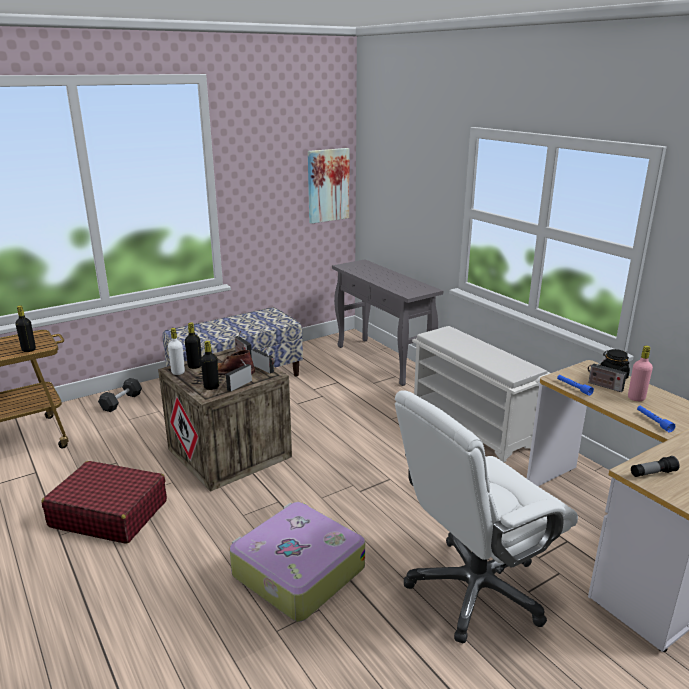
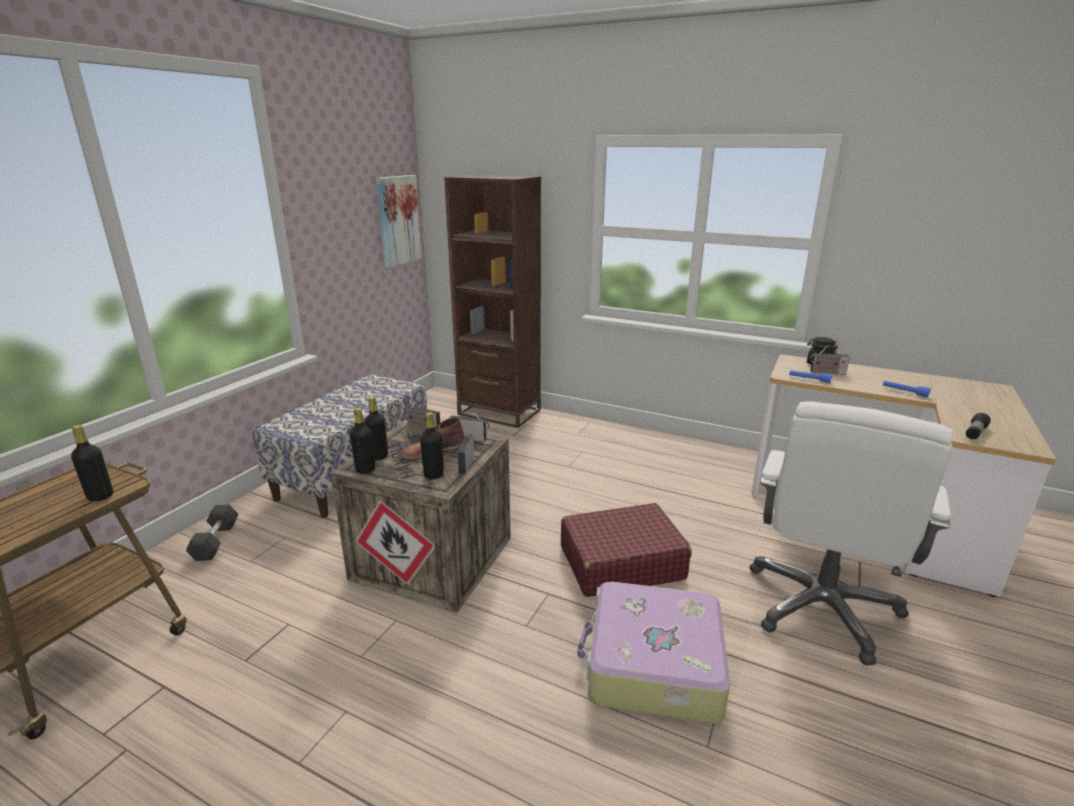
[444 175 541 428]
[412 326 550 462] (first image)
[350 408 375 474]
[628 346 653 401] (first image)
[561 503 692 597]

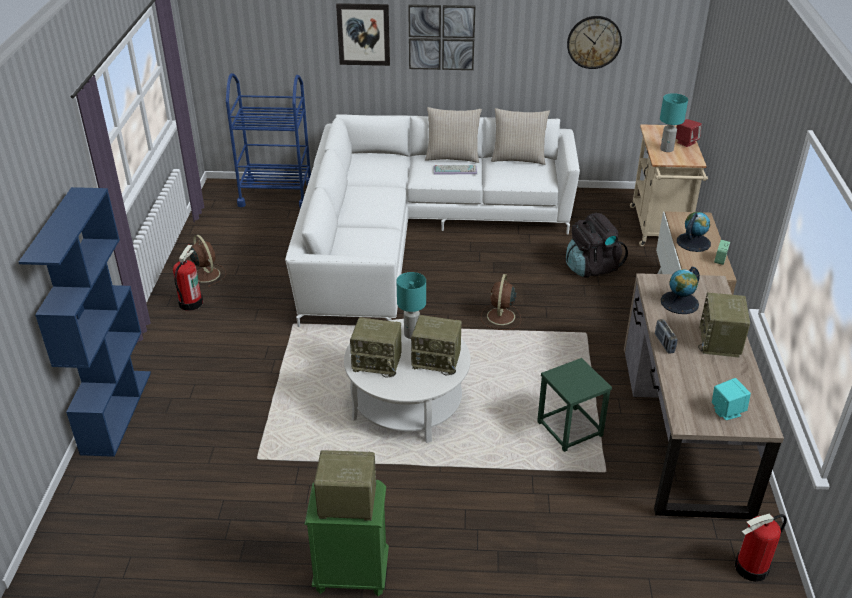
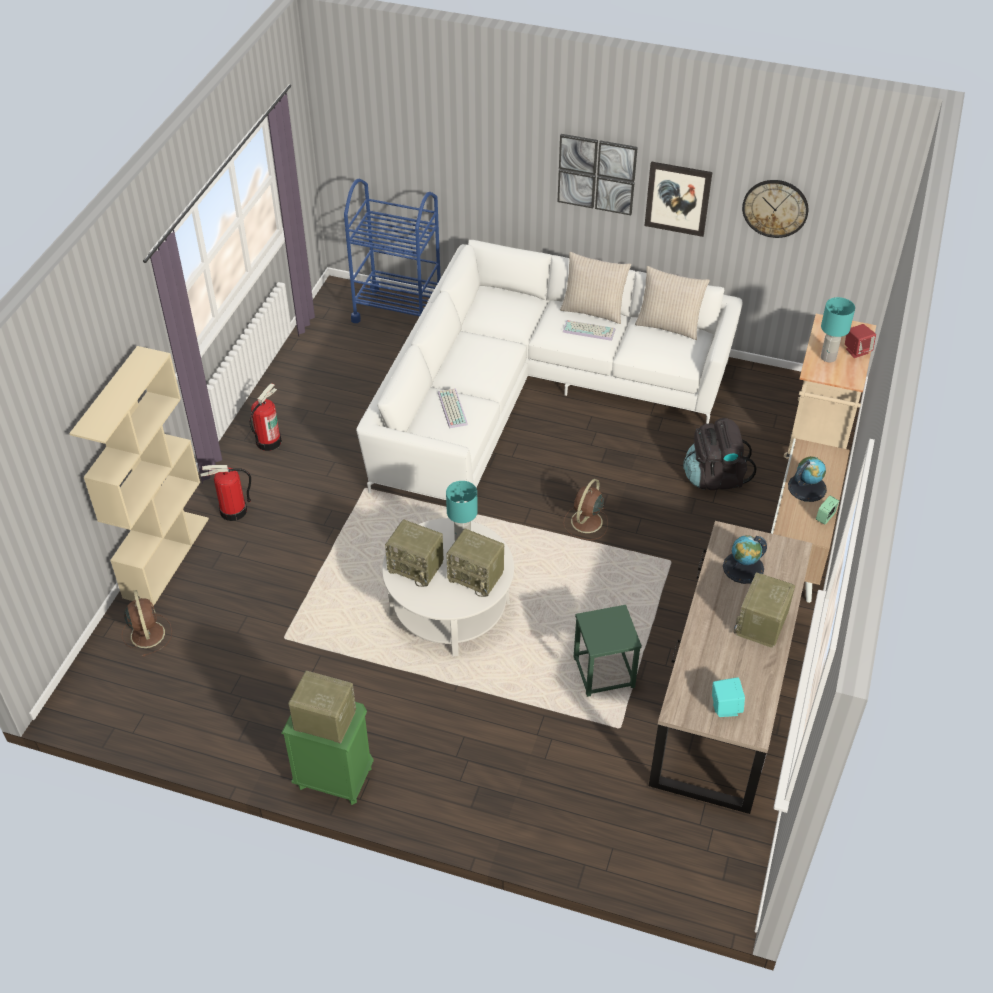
[645 161 712 237]
[69 346 209 606]
[122 590 172 657]
[655 319 678 353] (first image)
[200 465 251 521]
[438 388 468 428]

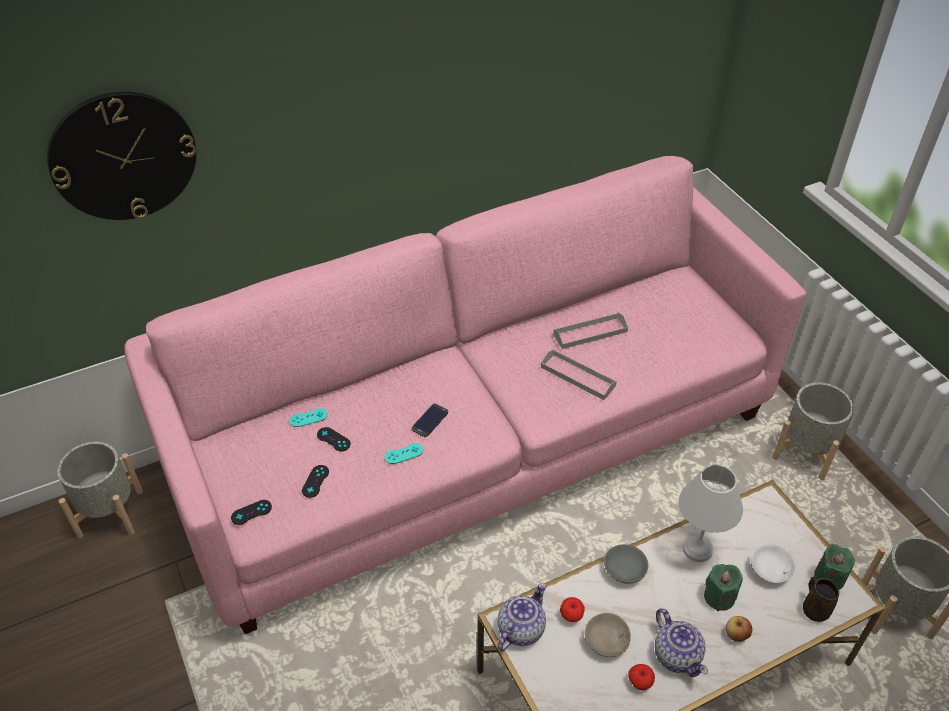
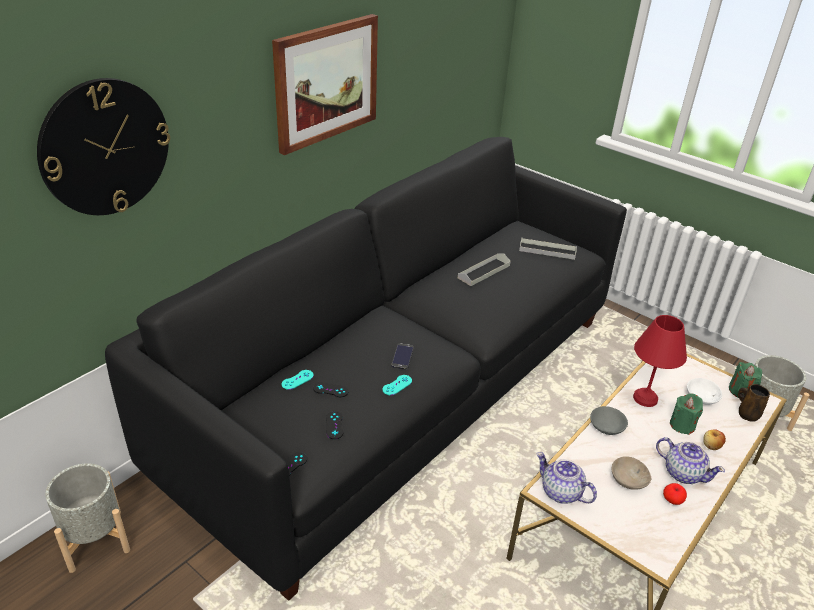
[105 137 627 601]
[519 238 577 260]
[772 382 855 480] (first image)
[633 315 687 407]
[536 452 597 504]
[560 597 585 622] (first image)
[272 14 378 155]

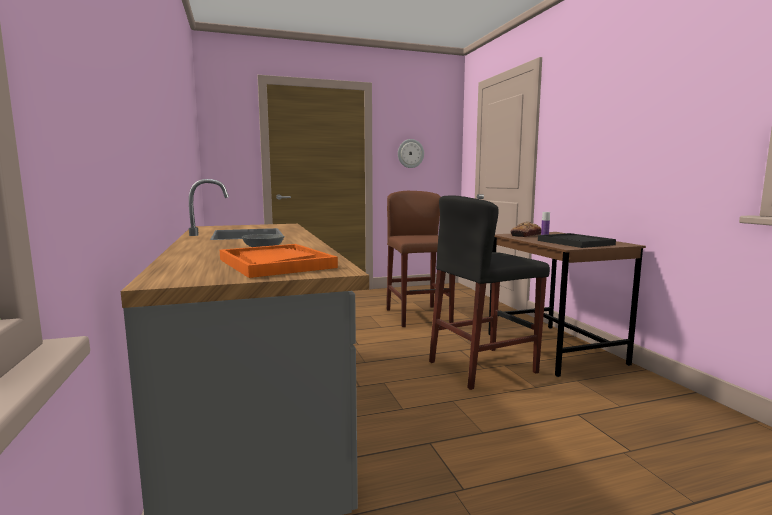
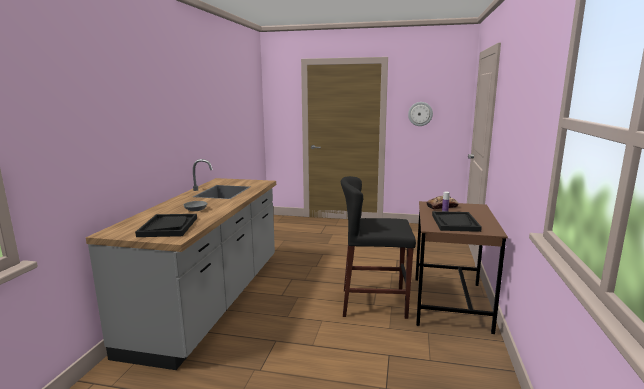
[387 191 455 327] (first image)
[135 214 197 237]

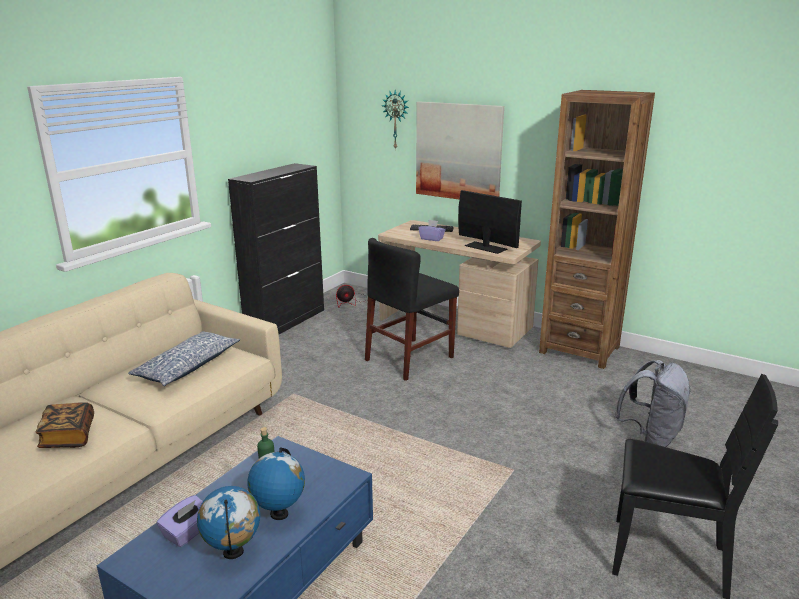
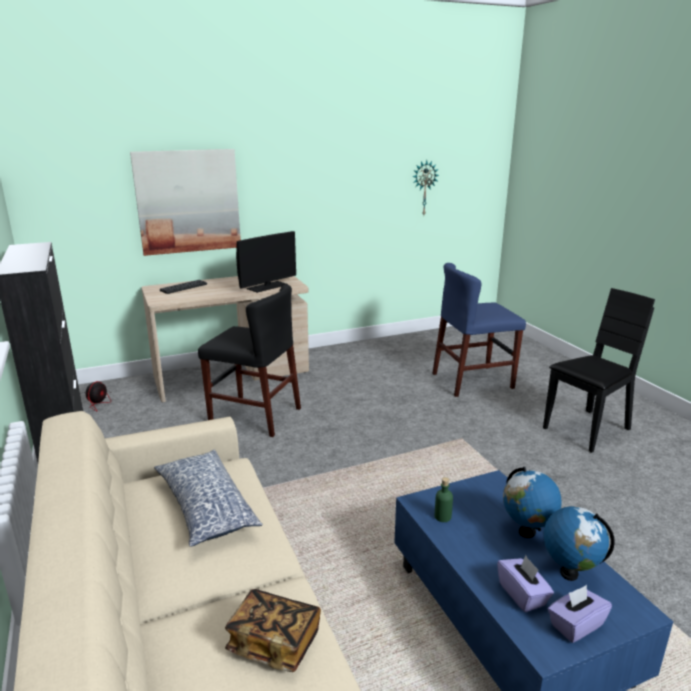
[412 160 439 215]
[539 90 655 369] (first image)
[236 231 296 293]
[548 585 612 643]
[198 284 301 437]
[432 263 526 397]

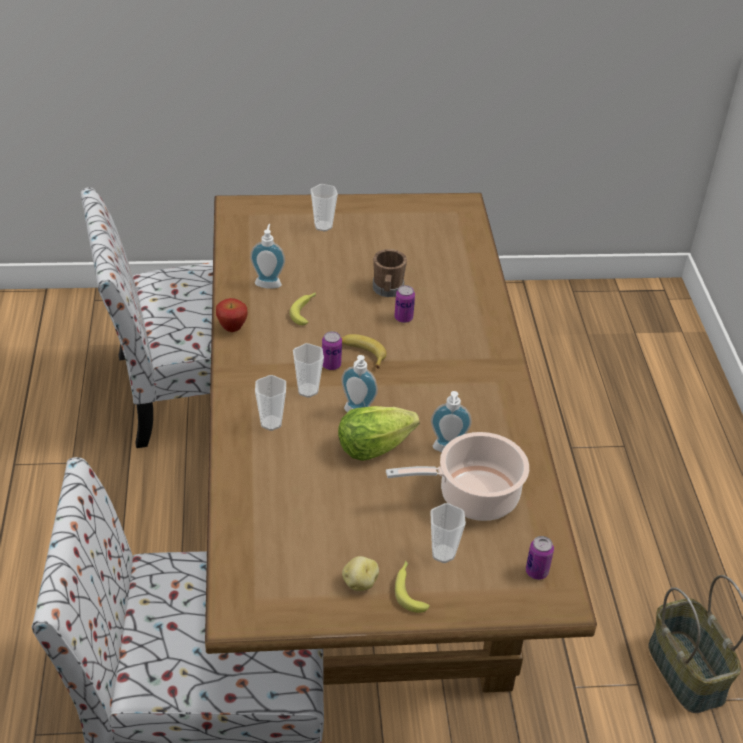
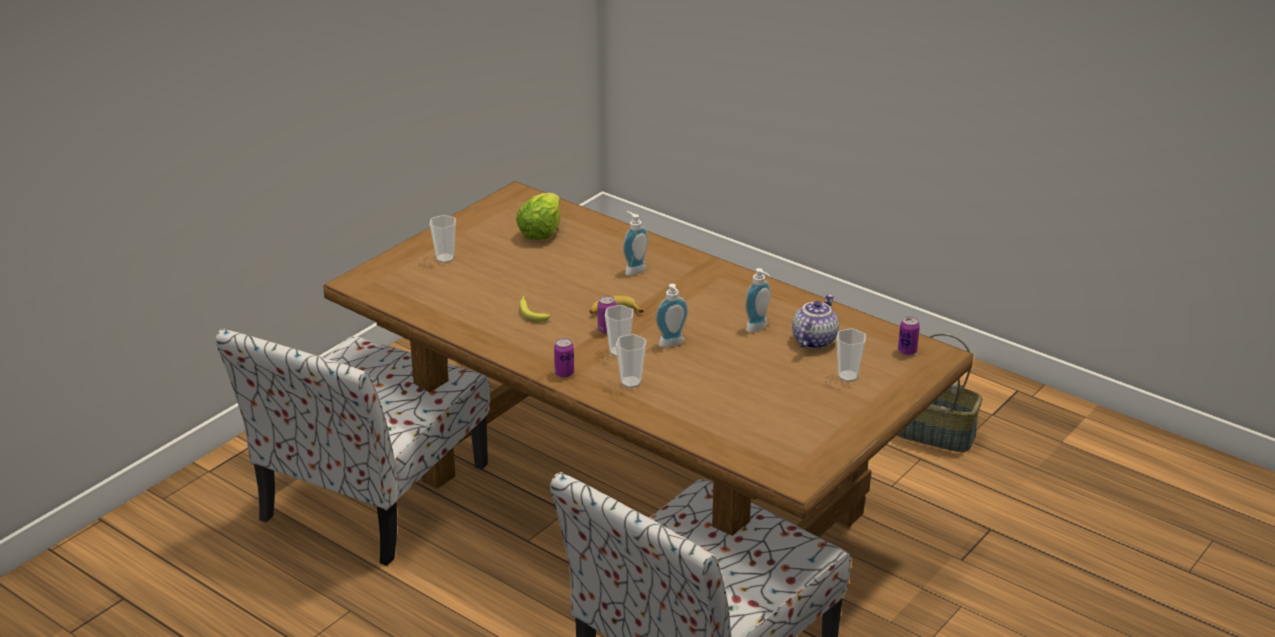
[623 211 648 276]
[373 249 407 297] (first image)
[554 338 574 378]
[216 298 247 332] (first image)
[516 193 560 240]
[792 294 839 349]
[342 556 379 591] (first image)
[395 561 430 613] (first image)

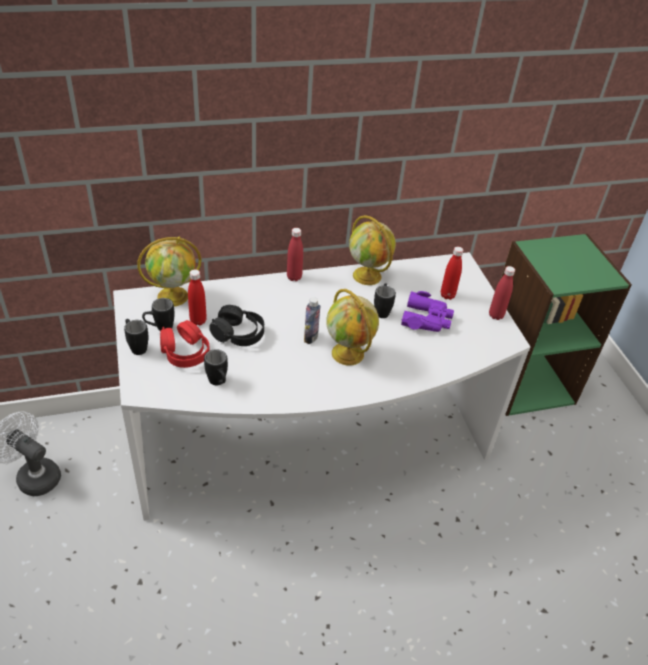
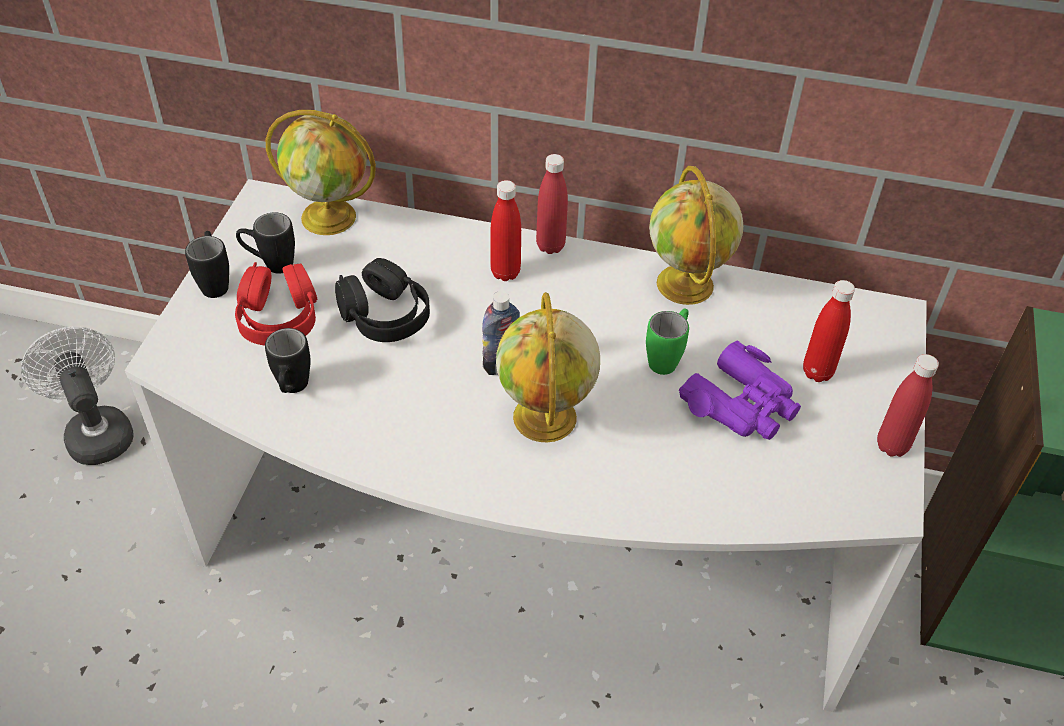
[490 180 521 281]
[646 309 689 375]

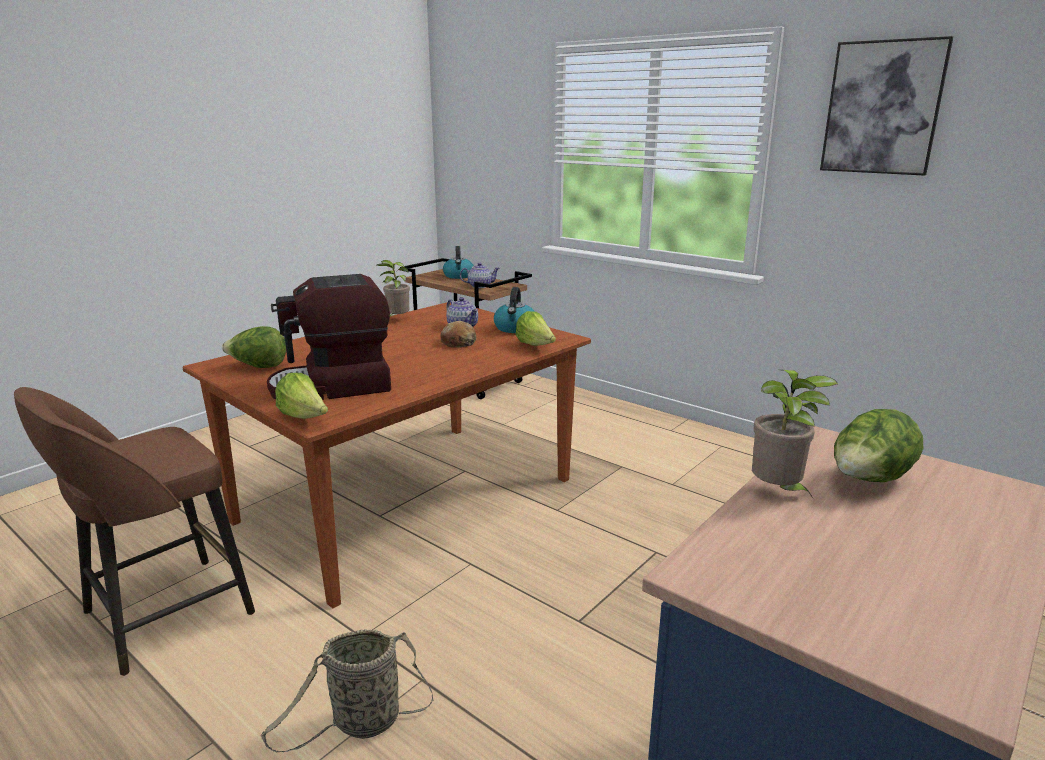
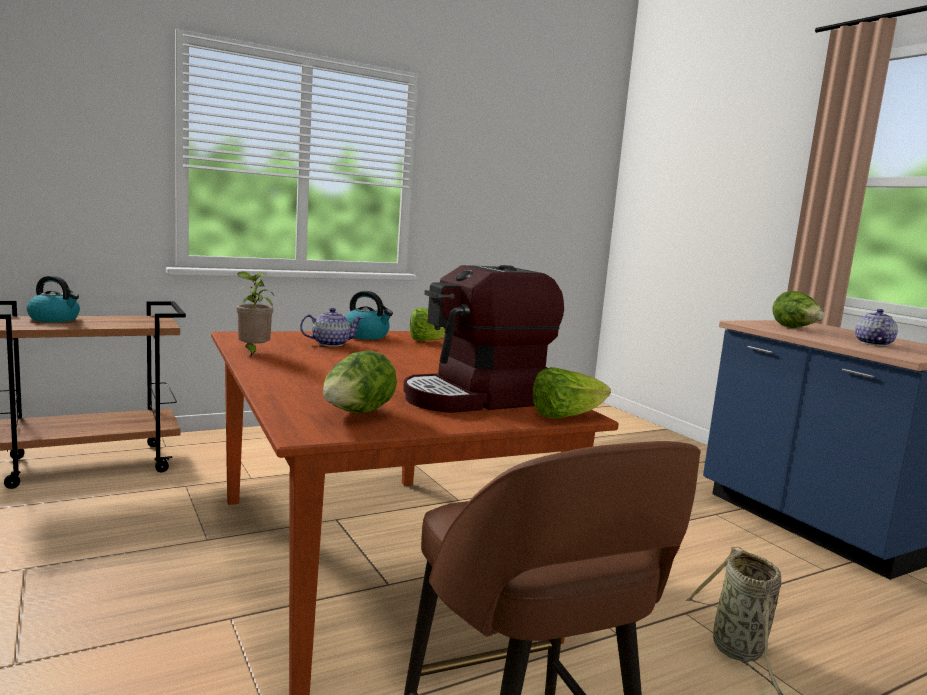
[820 36 953 176] (first image)
[855 309 898 346]
[403 265 564 413]
[441 321 476 348] (first image)
[752 370 838 498] (first image)

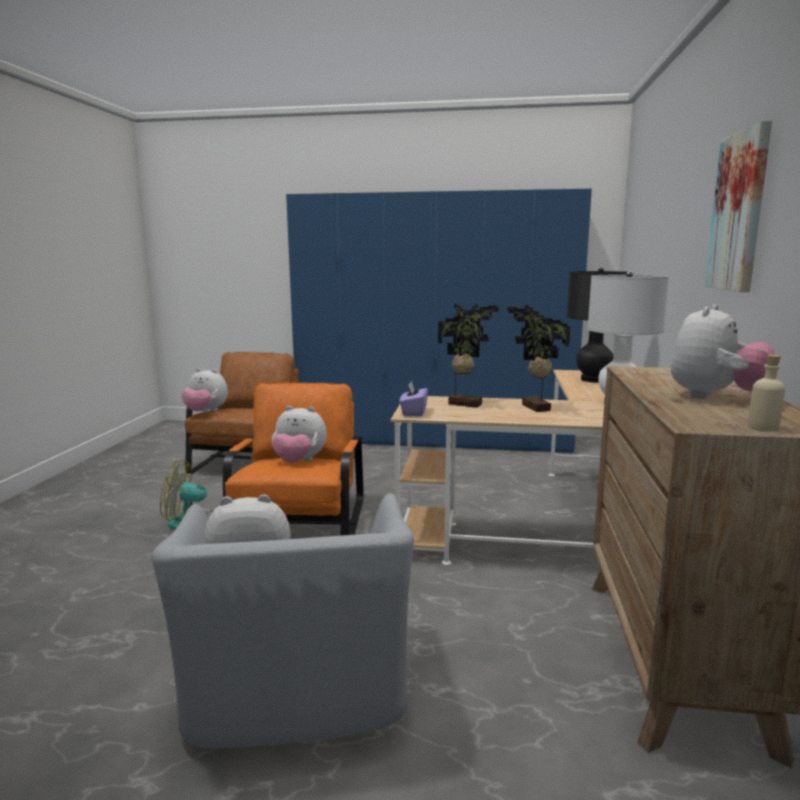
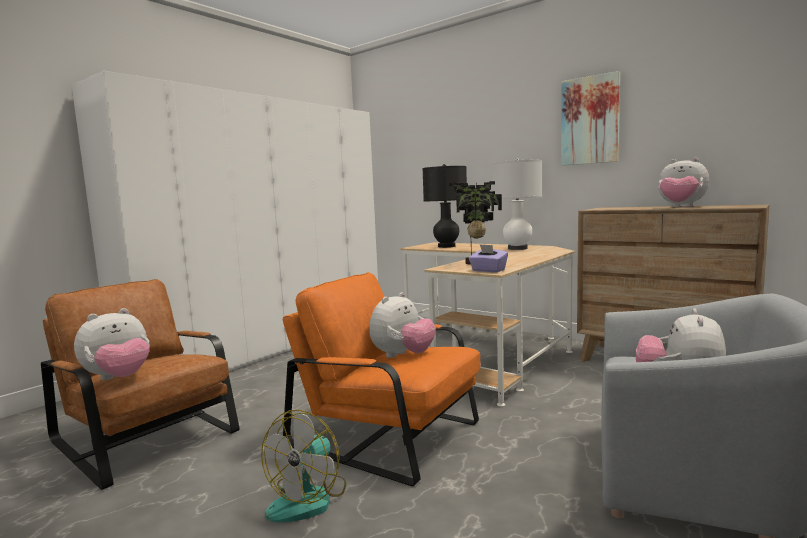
[72 71 378 371]
[658 158 709 207]
[507 305 571 412] (first image)
[748 355 785 432] (first image)

